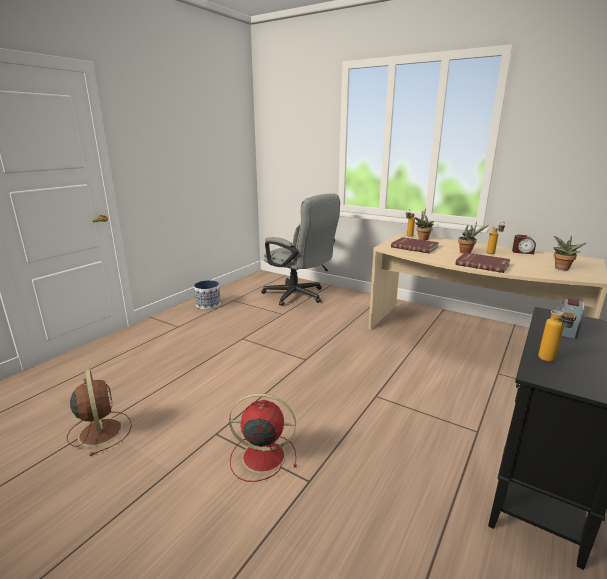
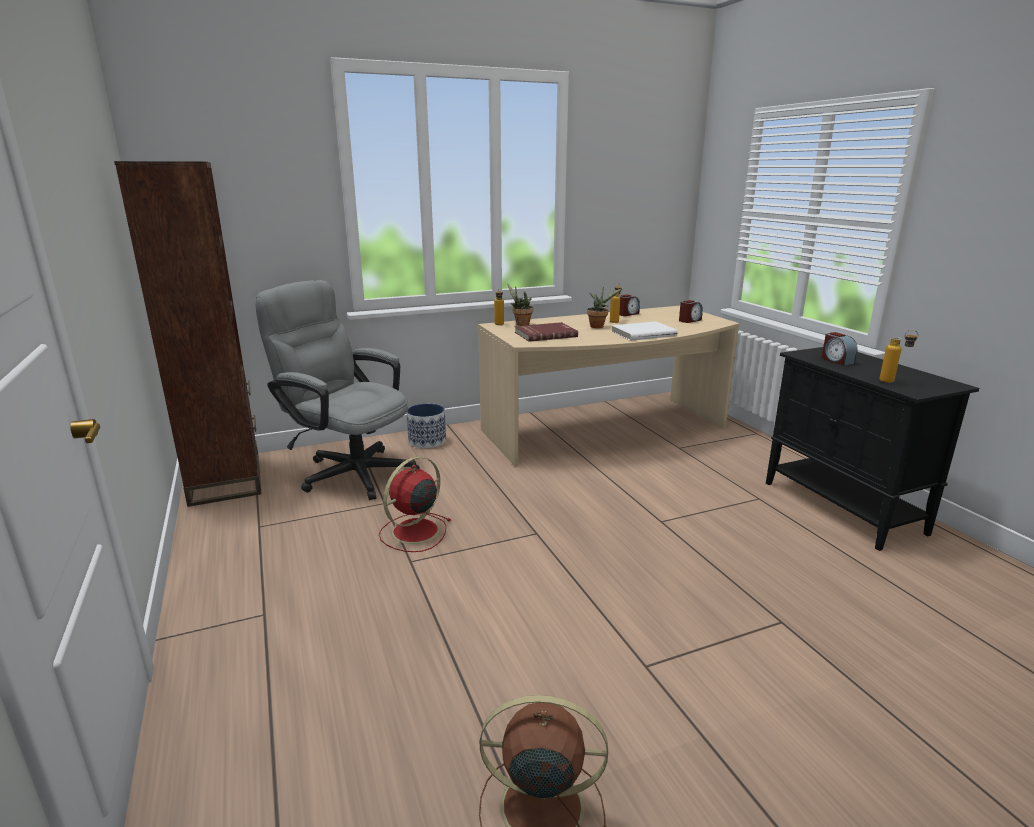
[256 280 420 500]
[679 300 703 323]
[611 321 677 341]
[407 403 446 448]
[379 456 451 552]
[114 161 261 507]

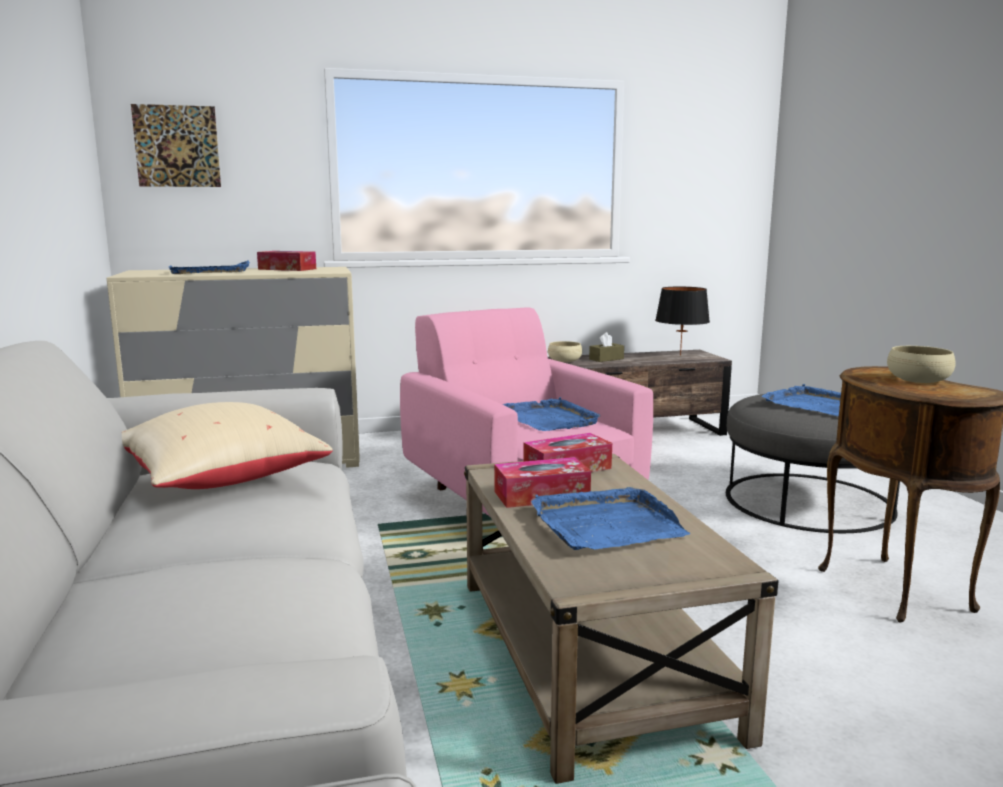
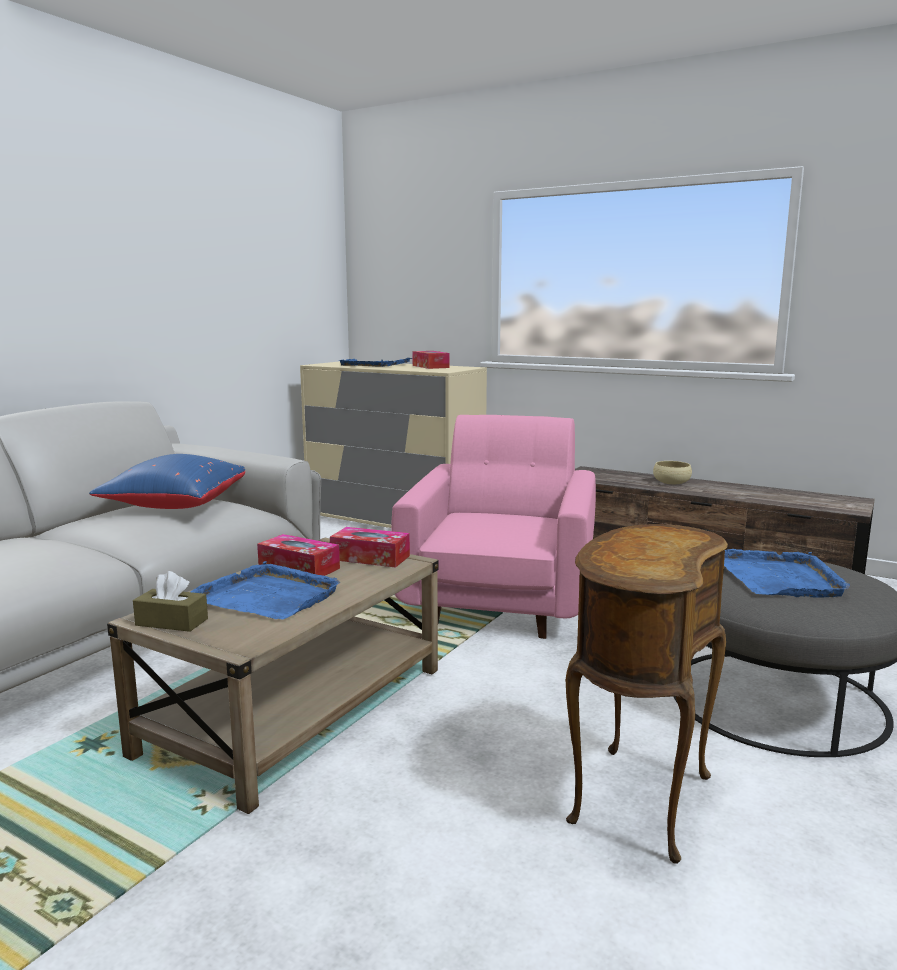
[131 104 221 187] (first image)
[655 287 710 356] (first image)
[133 571 208 632]
[887 346 956 383] (first image)
[502 397 600 431] (first image)
[89 454 245 509]

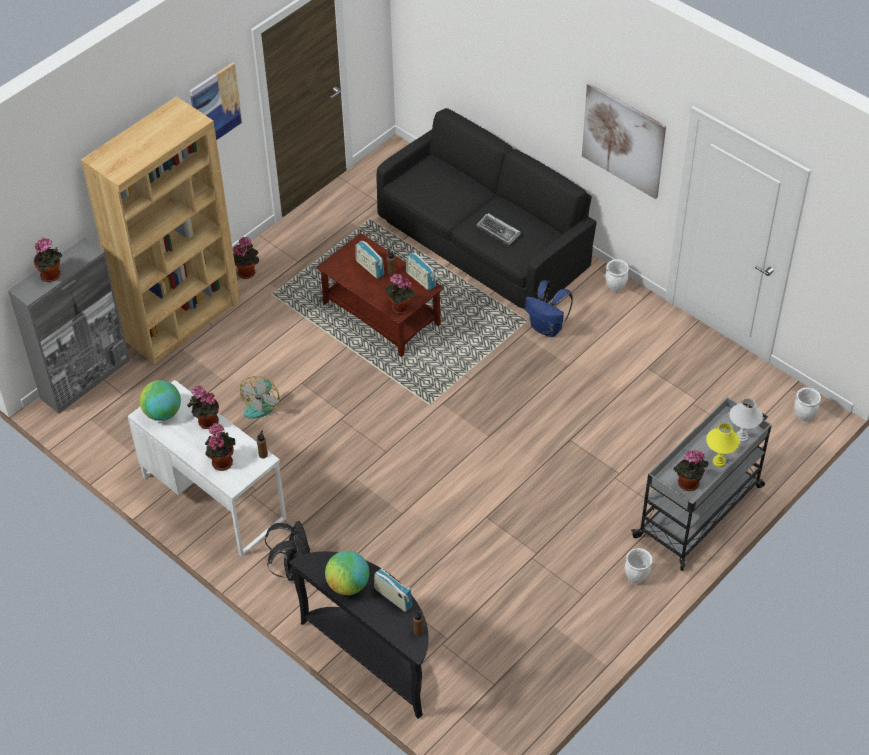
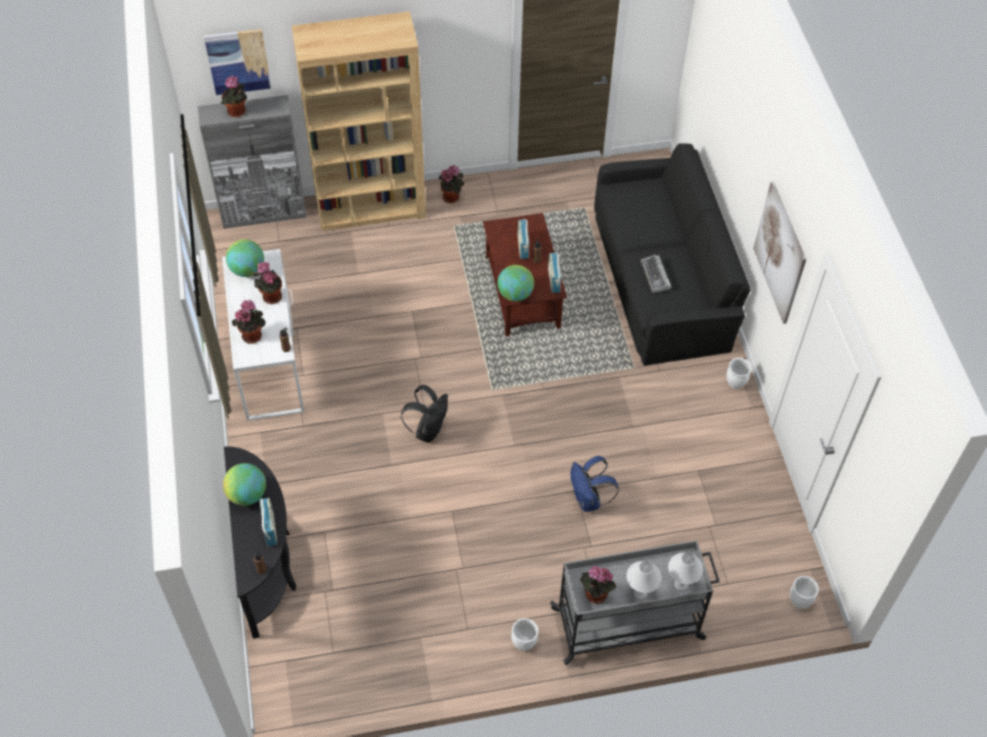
[204 29 272 95]
[497 265 534 302]
[570 456 619 512]
[240 376 280 419] (first image)
[626 561 662 600]
[401 385 448 443]

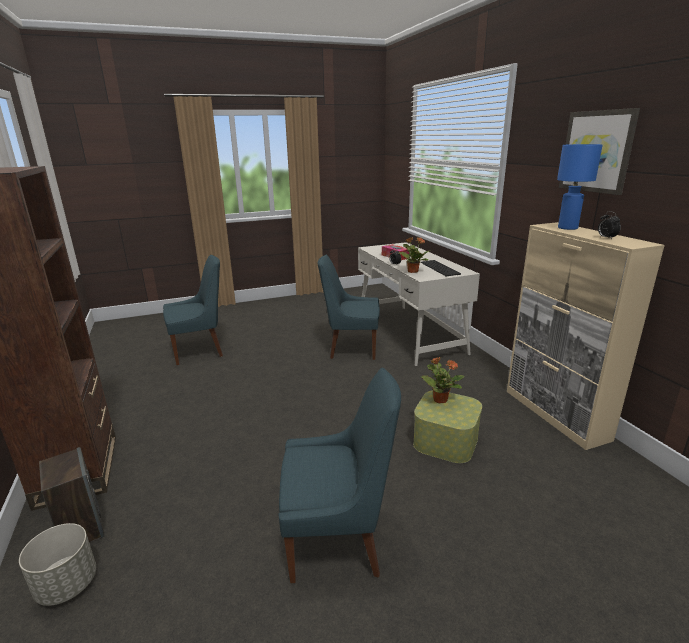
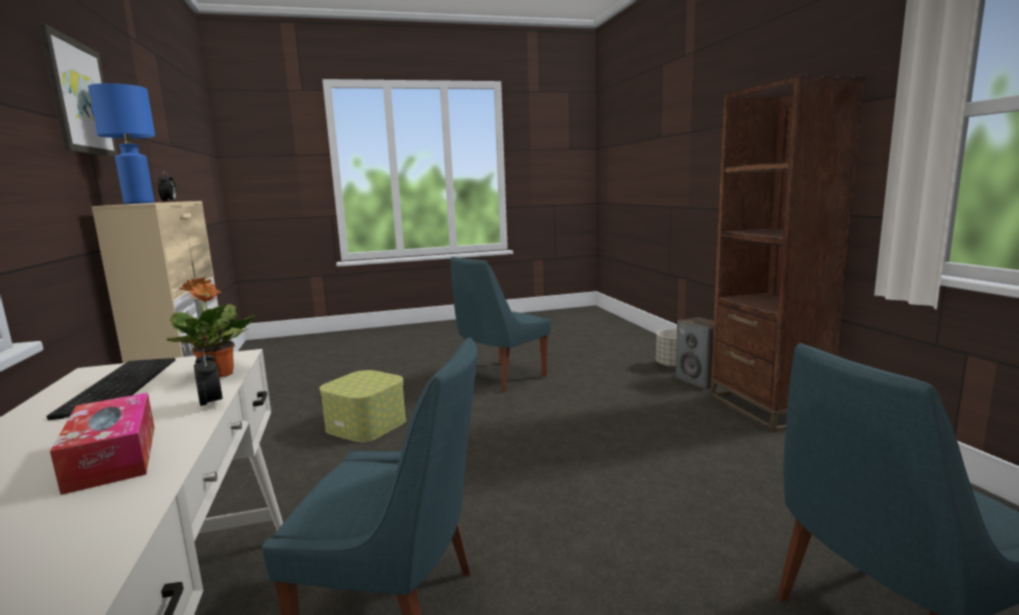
[421 357 465 404] (first image)
[450 257 551 393]

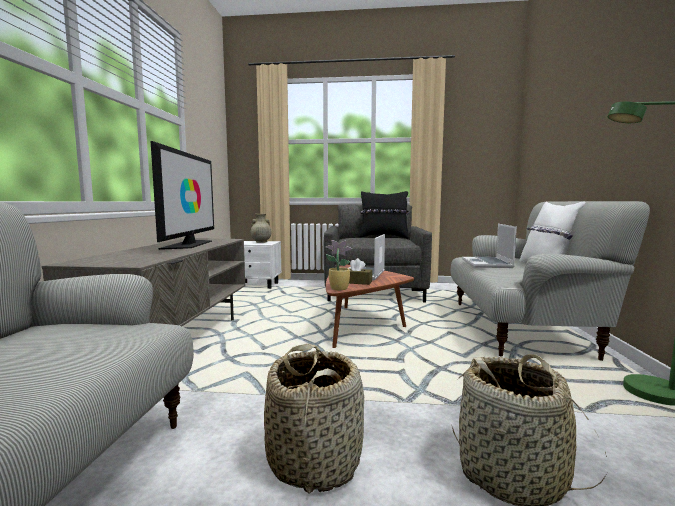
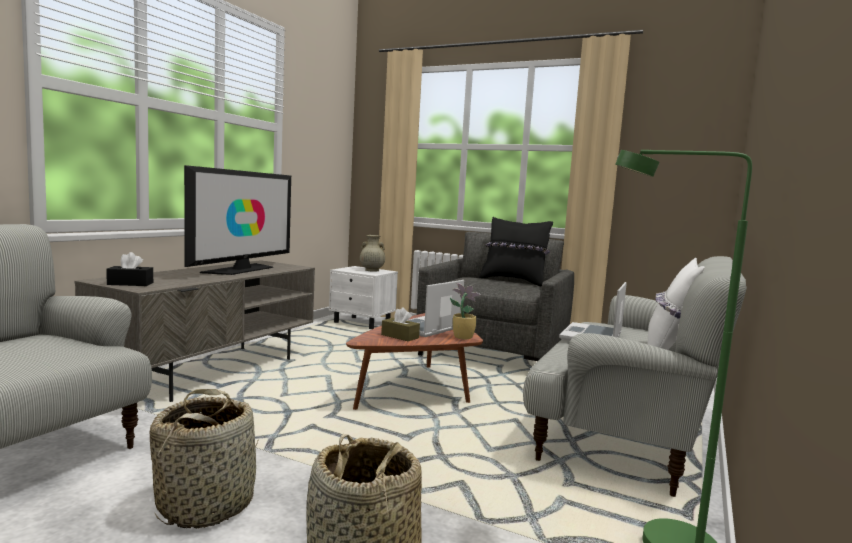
[450 283 481 339]
[106 252 153 286]

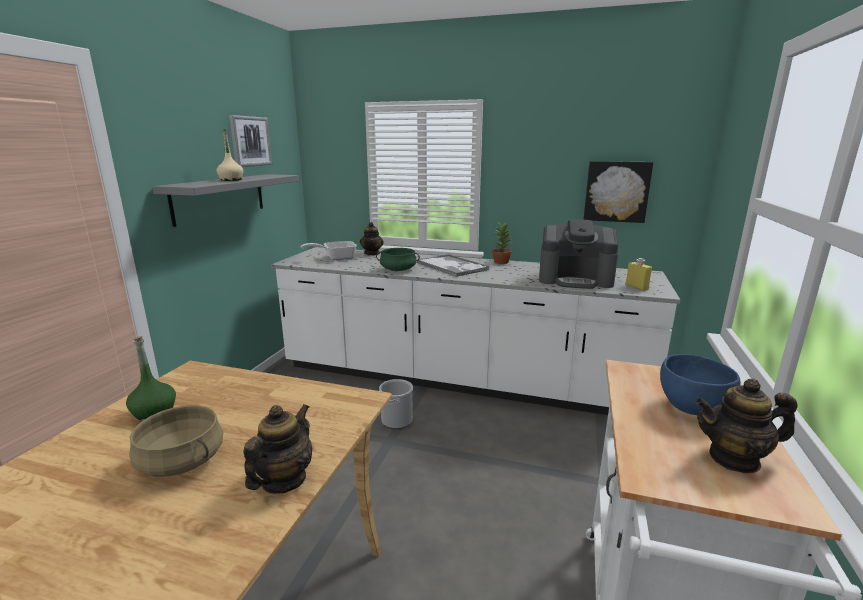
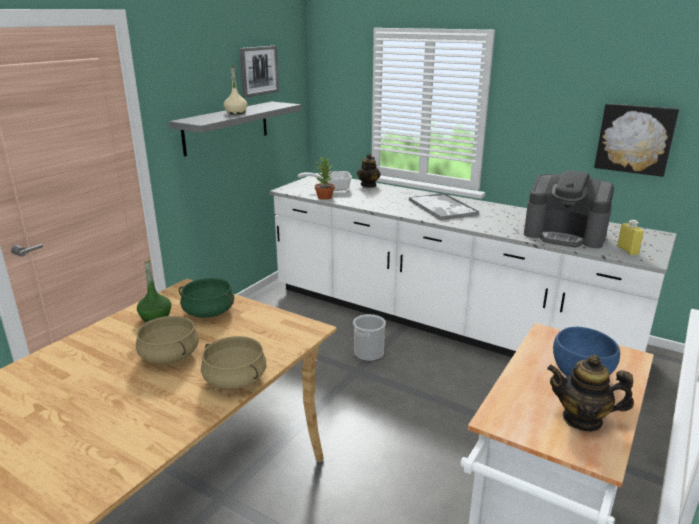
[314 157 335 200]
[179 278 234 318]
[201 336 266 389]

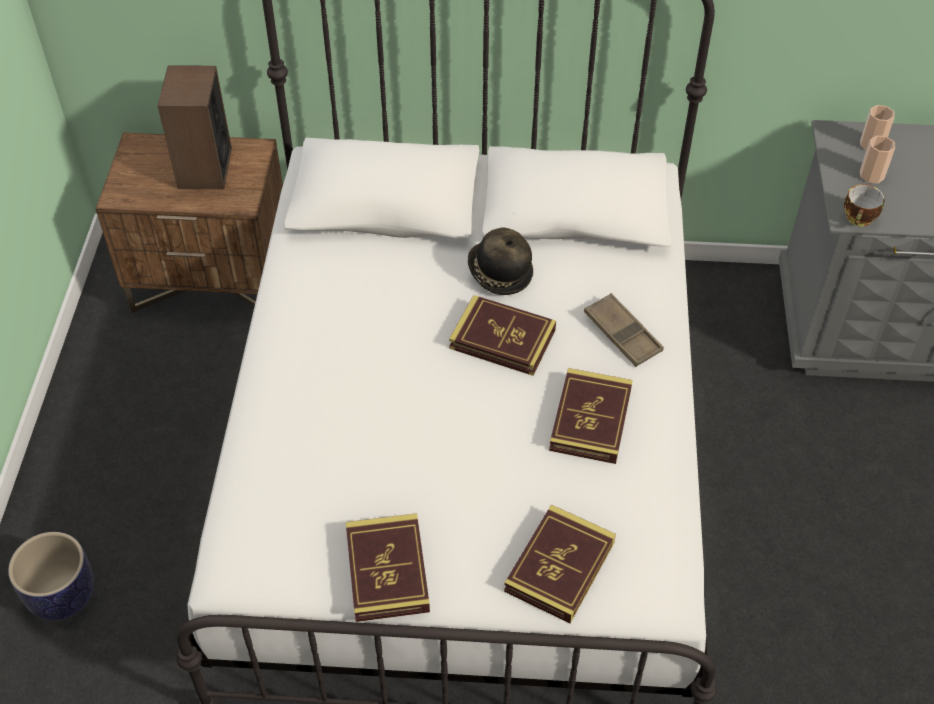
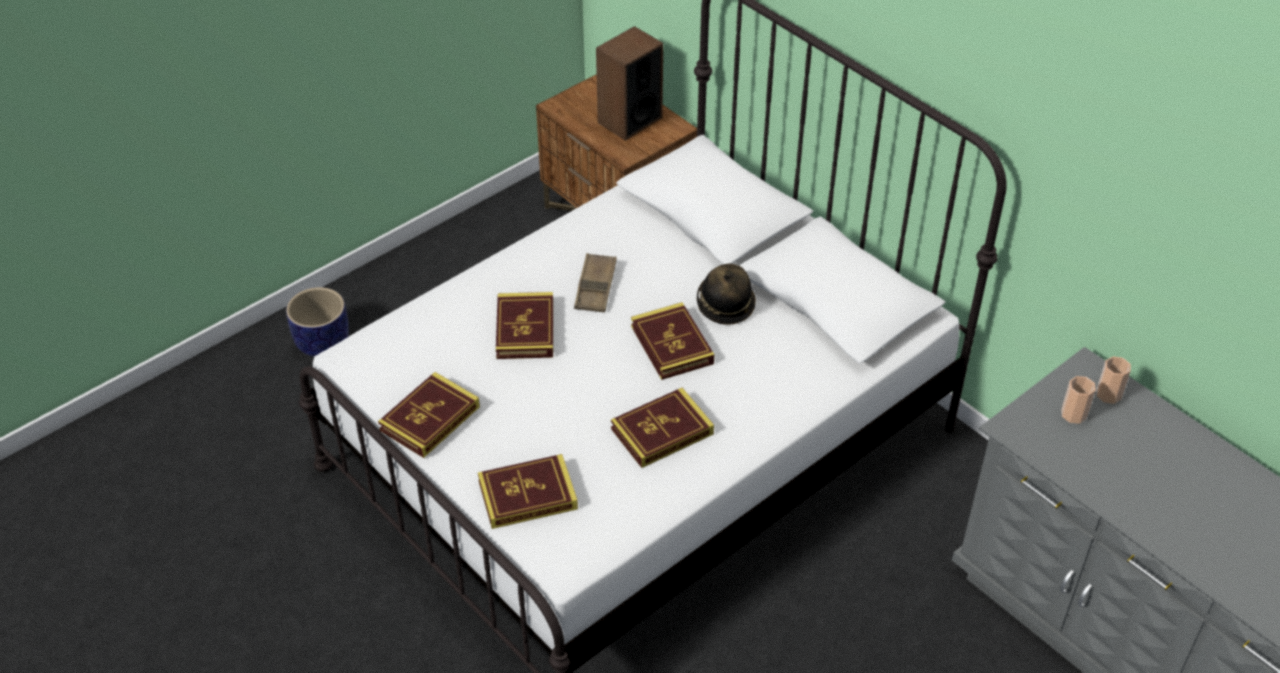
[844 184 885 226] (first image)
[574 253 617 313]
[496 292 553 359]

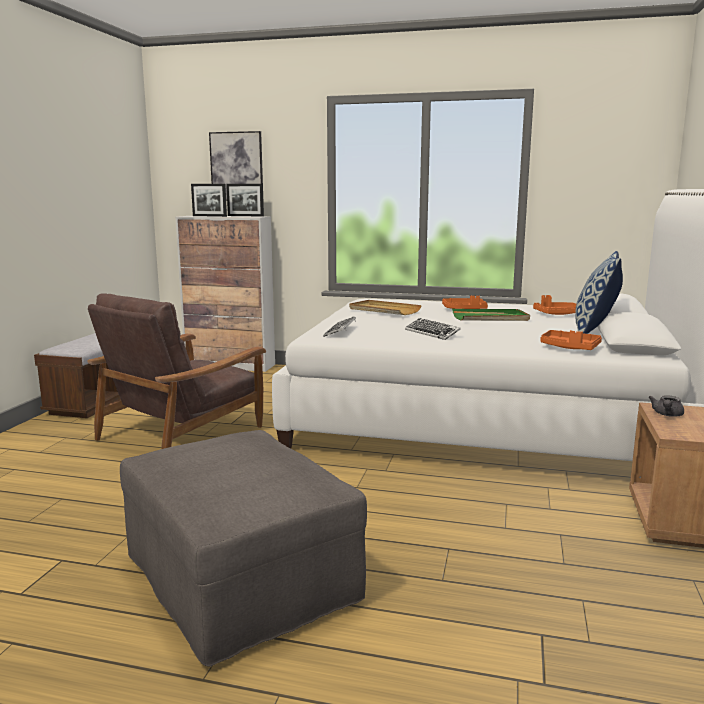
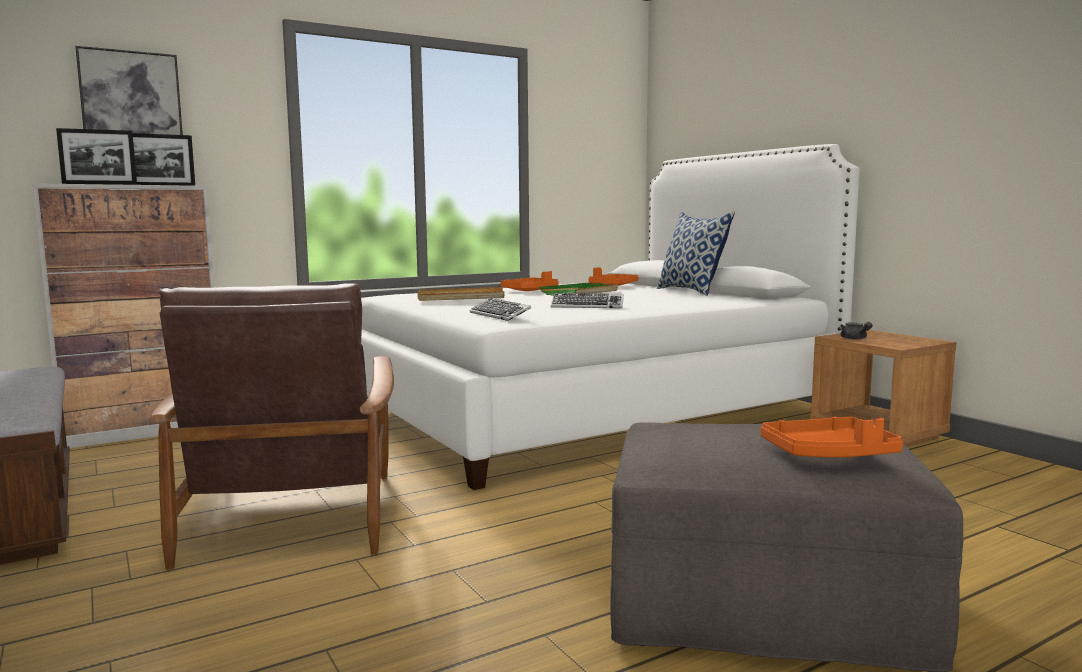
[761 417 903 457]

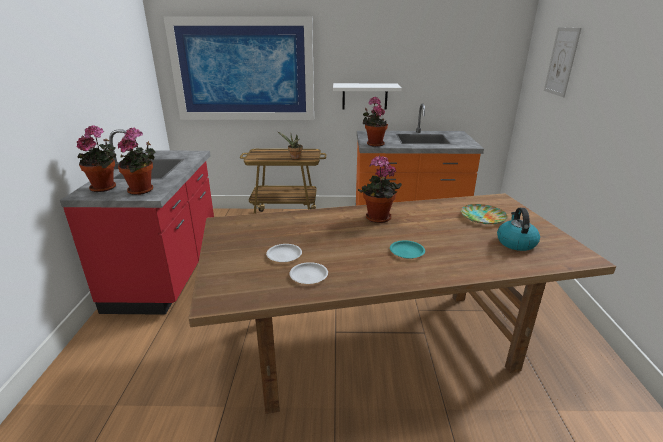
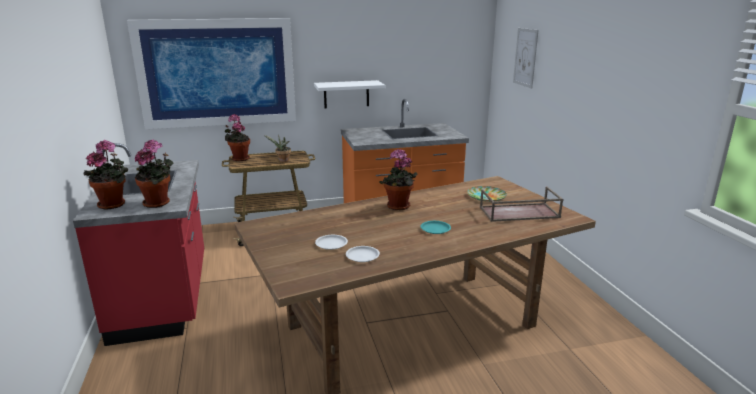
[224 114 250 161]
[480 186 563 222]

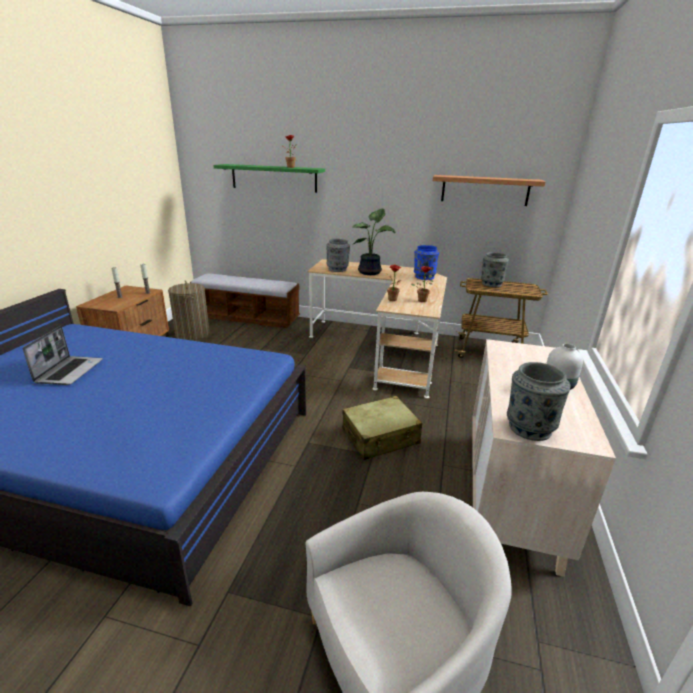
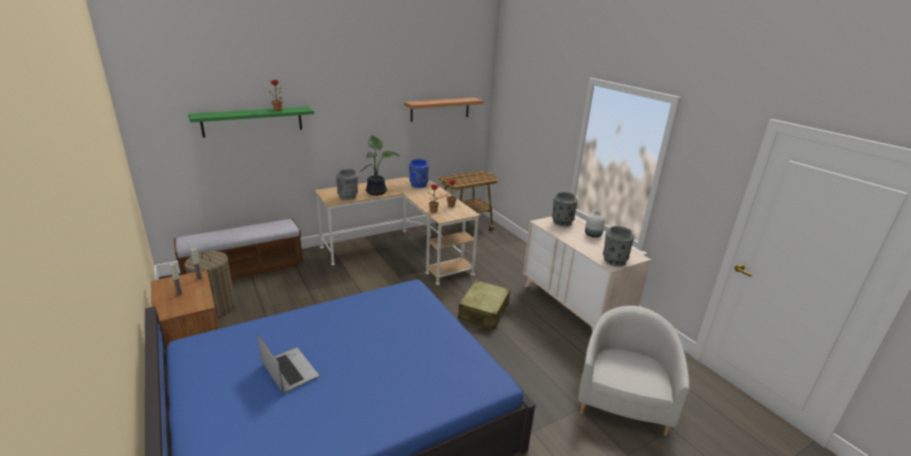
[552 192 578 226]

